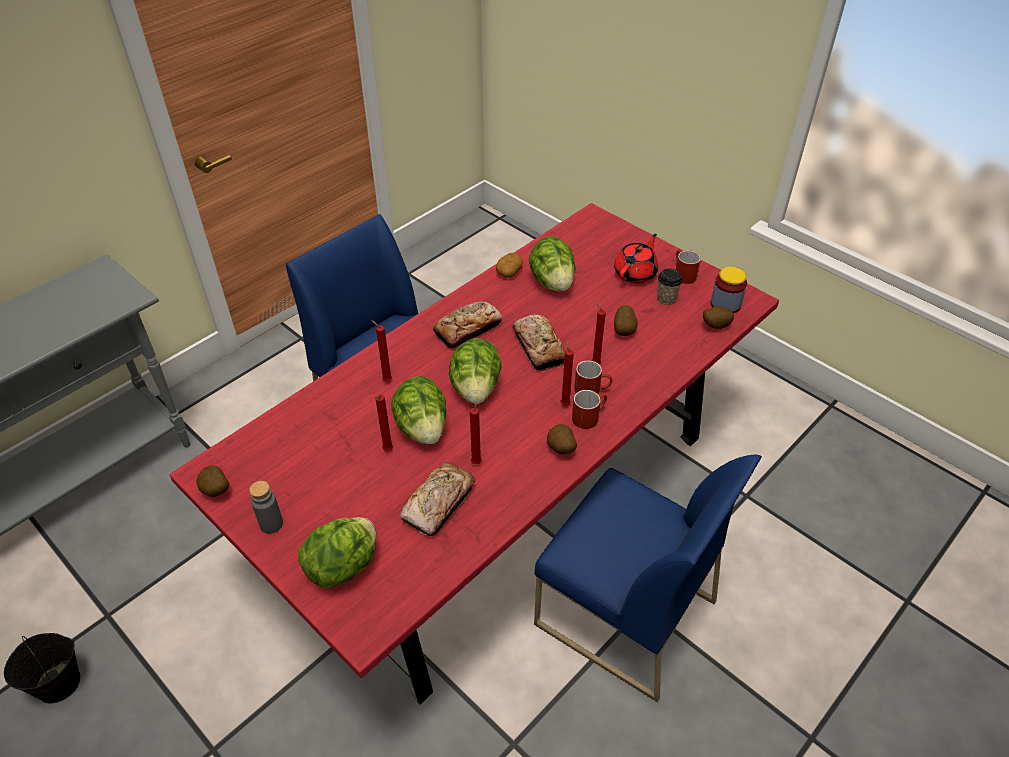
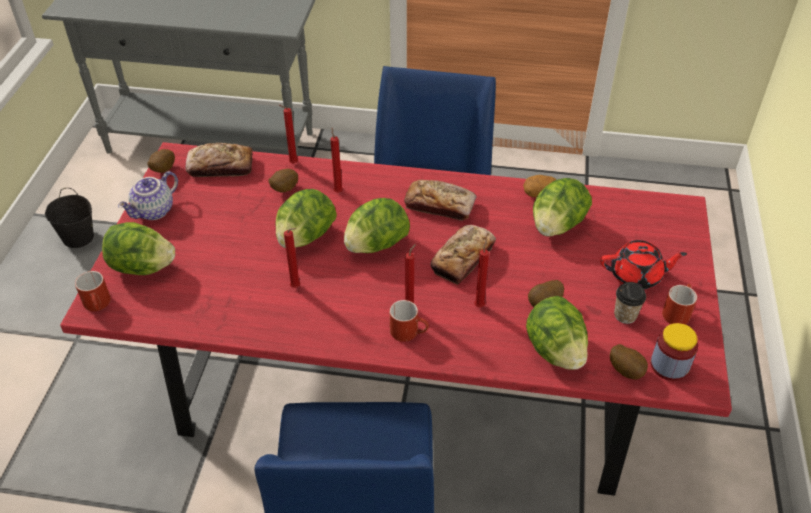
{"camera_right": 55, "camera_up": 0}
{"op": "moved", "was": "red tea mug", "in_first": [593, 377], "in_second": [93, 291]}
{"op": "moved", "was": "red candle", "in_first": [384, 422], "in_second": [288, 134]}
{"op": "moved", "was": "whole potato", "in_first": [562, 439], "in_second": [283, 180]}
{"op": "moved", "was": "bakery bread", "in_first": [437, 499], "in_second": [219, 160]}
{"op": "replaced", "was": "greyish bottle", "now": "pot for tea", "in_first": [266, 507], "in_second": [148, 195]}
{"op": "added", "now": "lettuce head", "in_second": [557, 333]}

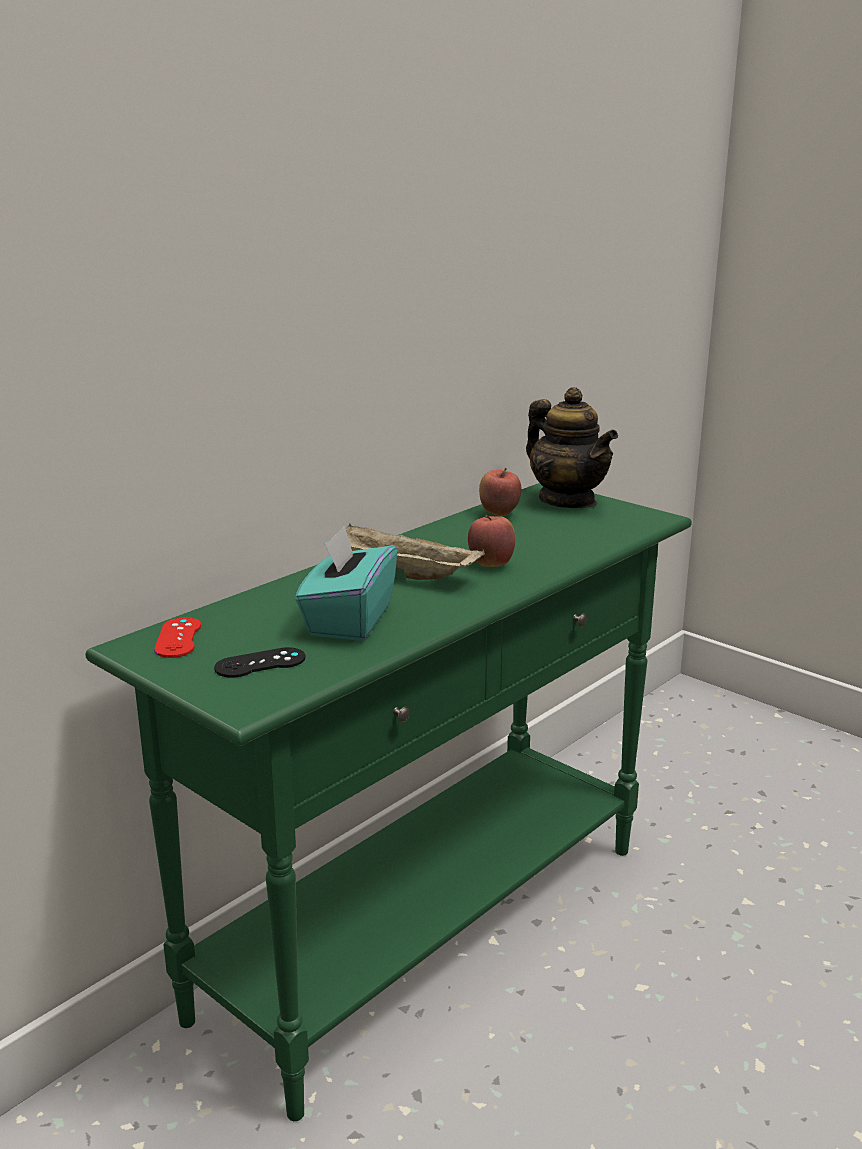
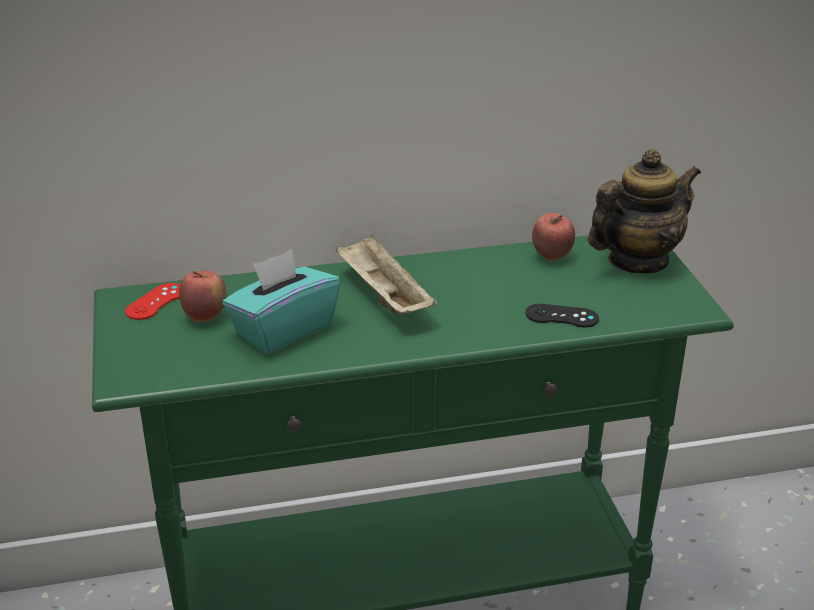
{"camera_right": 35, "camera_up": 10}
{"op": "turned", "was": "pot for tea", "in_first": [572, 447], "in_second": [644, 211], "clockwise": -120}
{"op": "moved", "was": "apple", "in_first": [491, 541], "in_second": [202, 296]}
{"op": "moved", "was": "black-coloured game controller", "in_first": [260, 662], "in_second": [562, 315]}

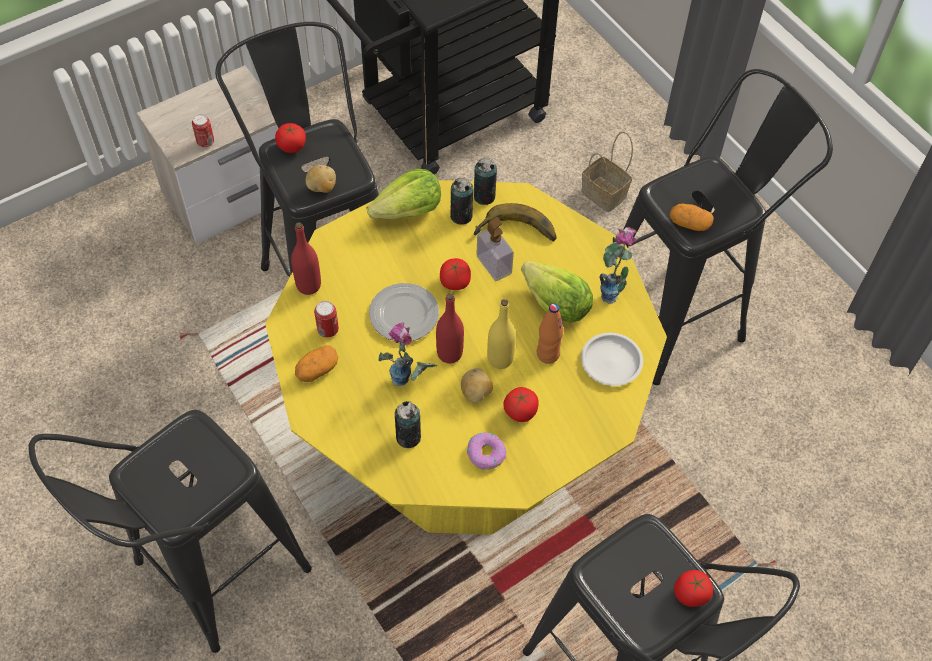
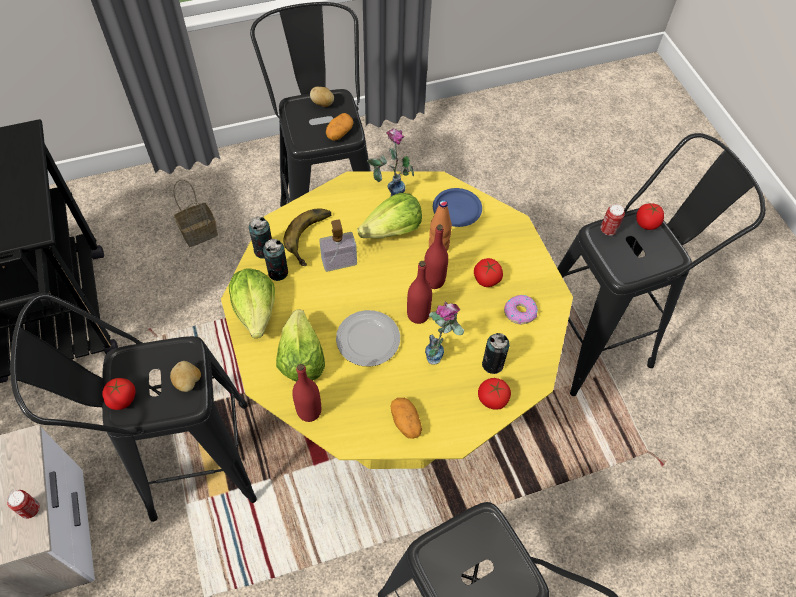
{"camera_right": -75, "camera_up": 0}
{"op": "moved", "was": "fresh tomato", "in_first": [455, 274], "in_second": [494, 394]}
{"op": "recoloured", "was": "yellowish bottle", "now": "red bottle", "in_first": [501, 334], "in_second": [436, 257]}
{"op": "moved", "was": "can", "in_first": [326, 319], "in_second": [613, 220]}
{"op": "recoloured", "was": "white flat dish", "now": "blue-coloured flat dish", "in_first": [612, 359], "in_second": [457, 207]}
{"op": "moved", "was": "whole potato", "in_first": [477, 385], "in_second": [322, 97]}
{"op": "added", "now": "lettuce head", "in_second": [300, 346]}

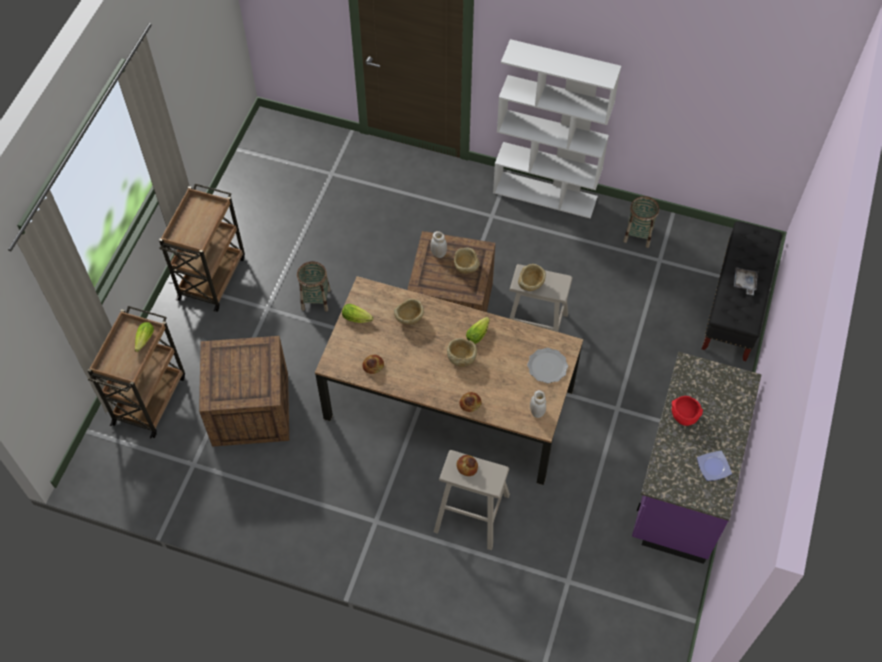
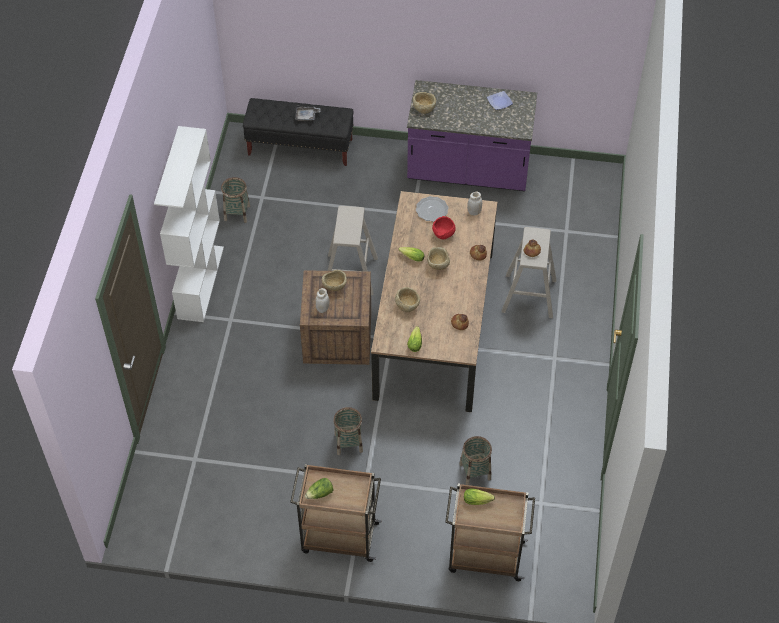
{"camera_right": -100, "camera_up": -5}
{"op": "moved", "was": "sand-coloured bowl", "in_first": [532, 277], "in_second": [424, 103]}
{"op": "replaced", "was": "crate", "now": "household basket", "in_first": [244, 391], "in_second": [475, 460]}
{"op": "moved", "was": "red bowl", "in_first": [687, 411], "in_second": [444, 227]}
{"op": "added", "now": "lettuce head", "in_second": [319, 488]}

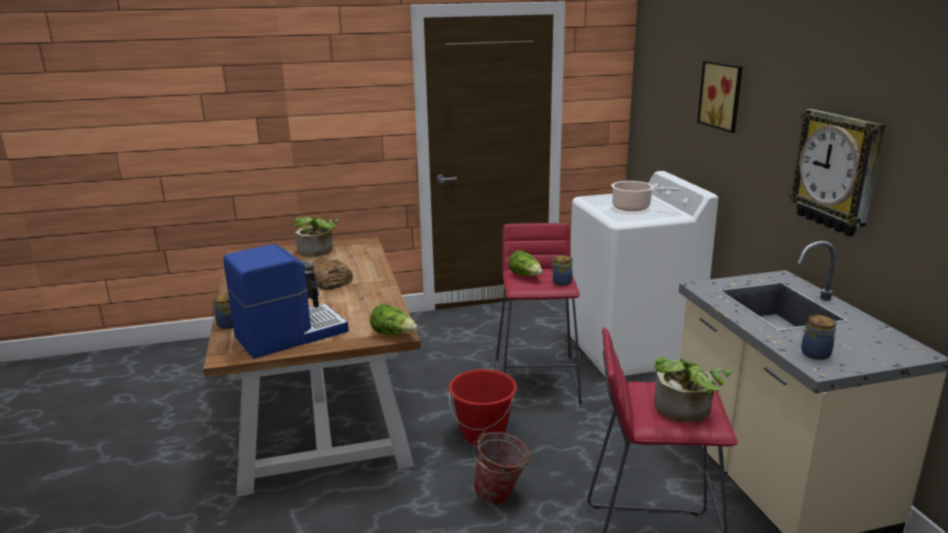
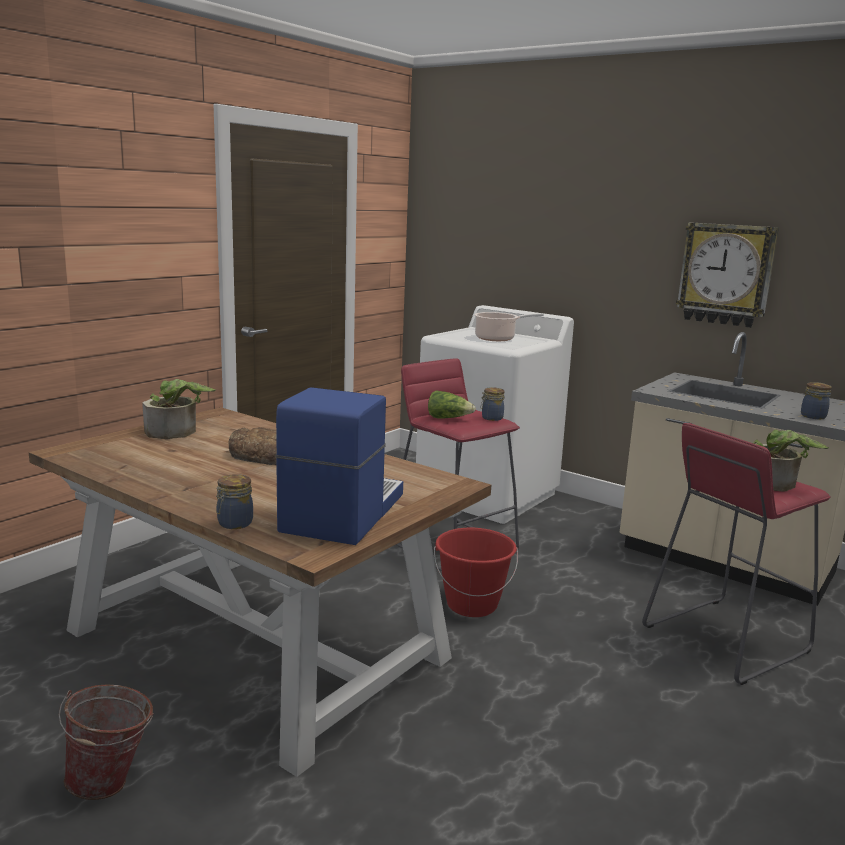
{"camera_right": -40, "camera_up": -5}
{"op": "removed", "was": "wall art", "in_first": [720, 97]}
{"op": "removed", "was": "lettuce head", "in_first": [393, 319]}
{"op": "moved", "was": "pail", "in_first": [501, 467], "in_second": [106, 742]}

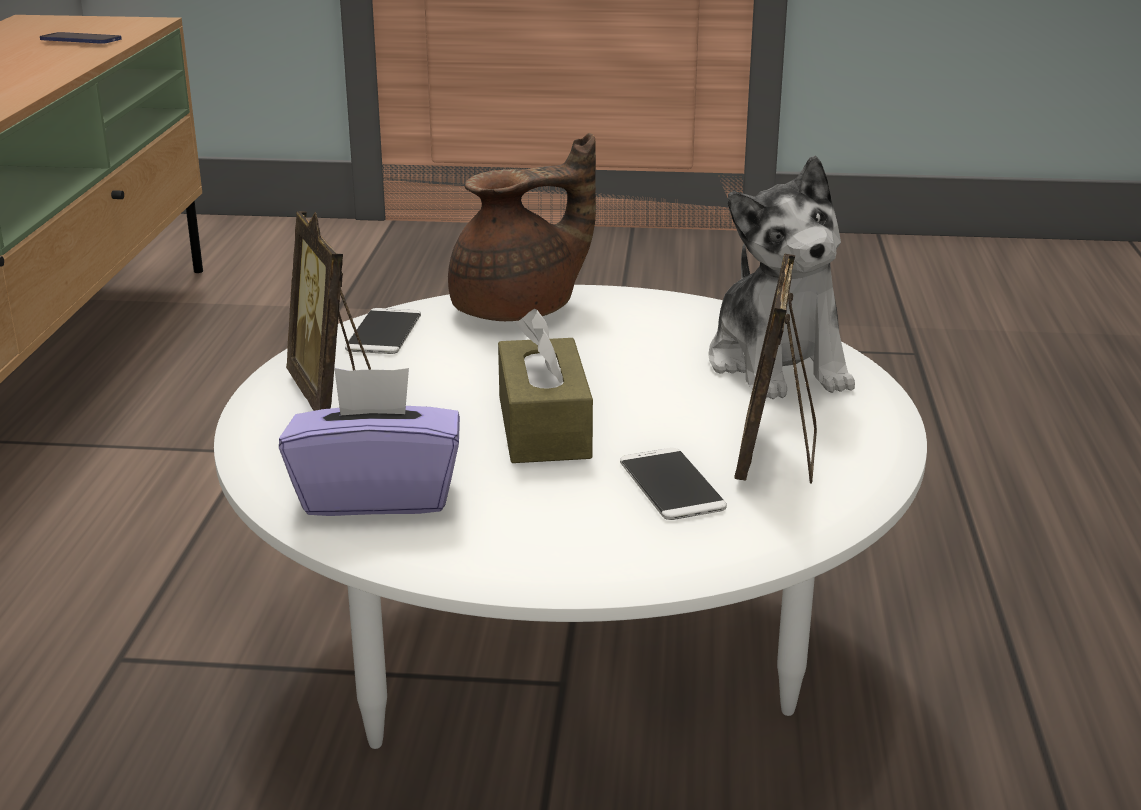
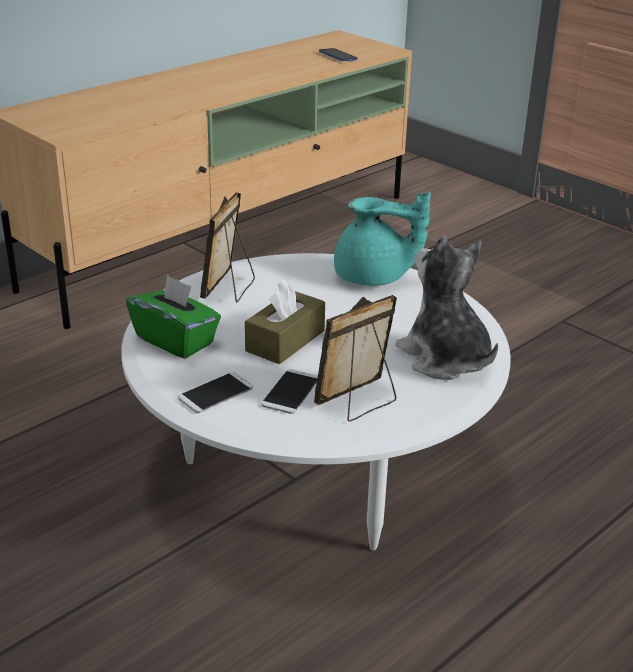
{"camera_right": 40, "camera_up": 5}
{"op": "recoloured", "was": "brown-coloured pot for tea", "now": "turquoise pot for tea", "in_first": [522, 227], "in_second": [382, 239]}
{"op": "turned", "was": "plush toy", "in_first": [781, 277], "in_second": [446, 307], "clockwise": 120}
{"op": "moved", "was": "telephone", "in_first": [383, 331], "in_second": [215, 392]}
{"op": "recoloured", "was": "purple-coloured tissue holder", "now": "greenish tissue holder", "in_first": [369, 442], "in_second": [173, 317]}

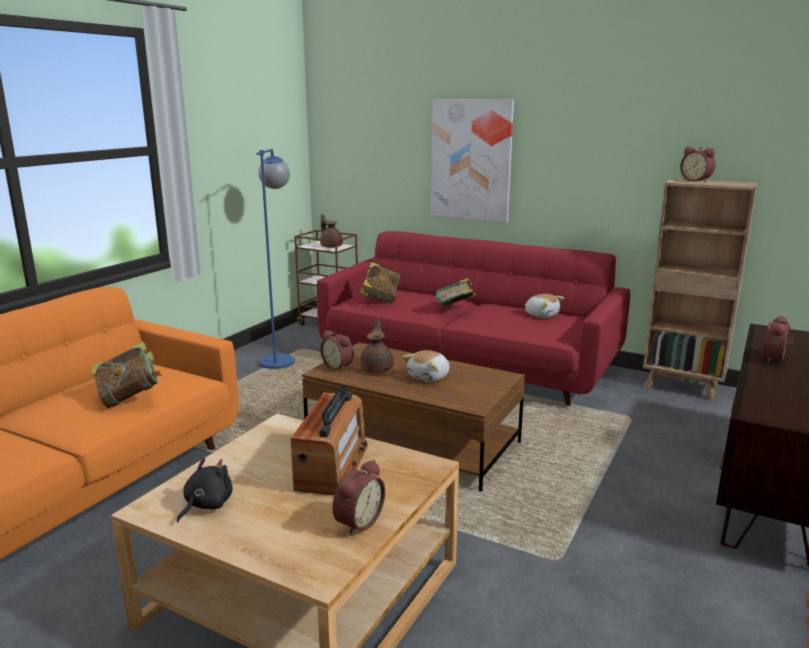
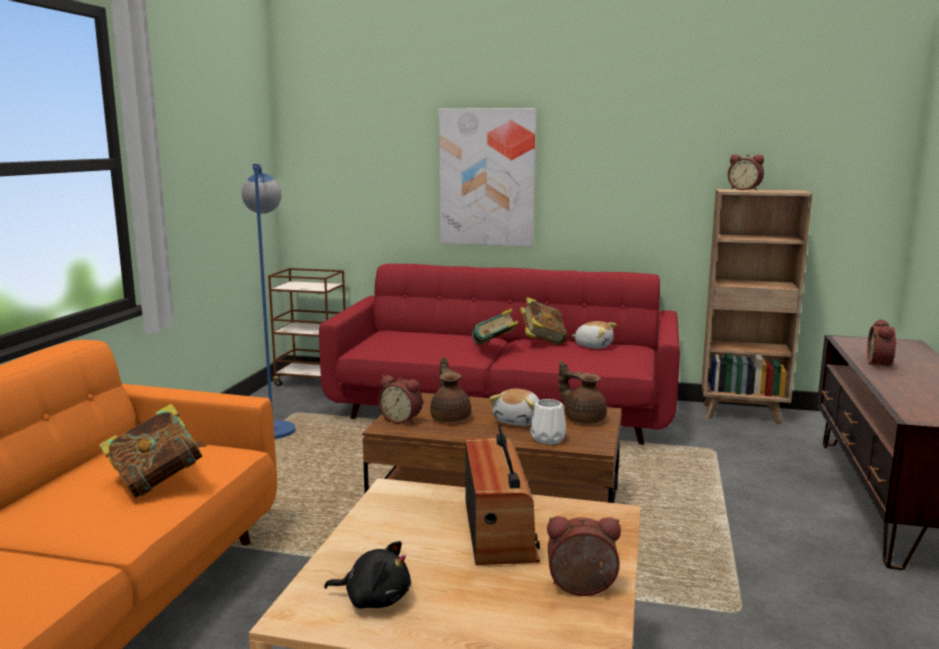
{"camera_right": -15, "camera_up": -5}
{"op": "moved", "was": "brown-coloured pot for tea", "in_first": [331, 231], "in_second": [583, 392]}
{"op": "moved", "was": "volume", "in_first": [380, 283], "in_second": [543, 321]}
{"op": "turned", "was": "black-coloured plush toy", "in_first": [205, 490], "in_second": [367, 575], "clockwise": 90}
{"op": "turned", "was": "bedside clock", "in_first": [358, 498], "in_second": [584, 556], "clockwise": -105}
{"op": "added", "now": "white decorative vase", "in_second": [548, 421]}

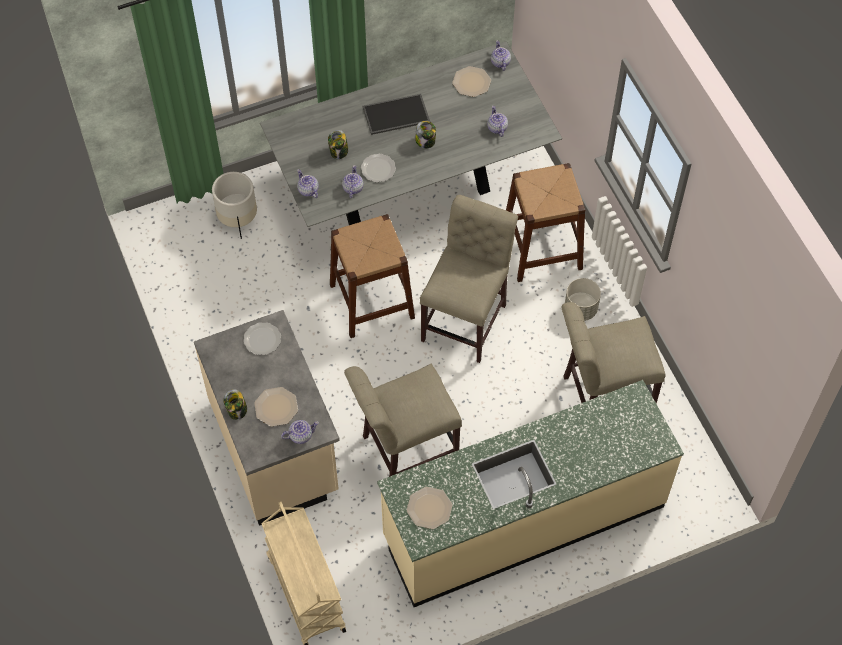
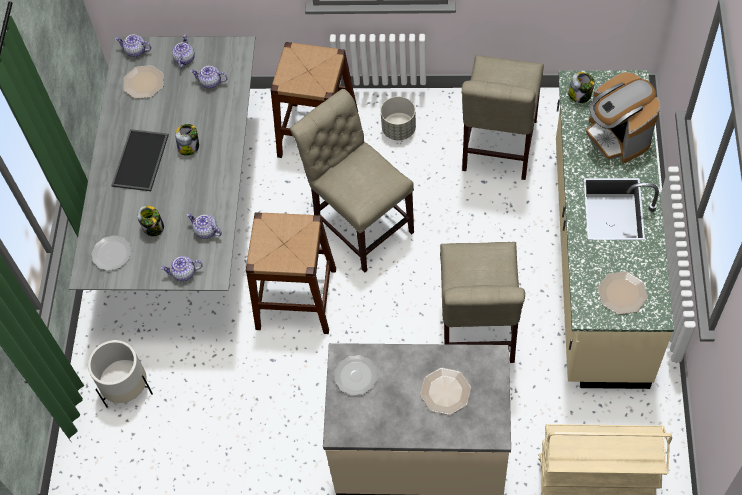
{"camera_right": -60, "camera_up": 0}
{"op": "moved", "was": "flat dish", "in_first": [378, 168], "in_second": [111, 253]}
{"op": "moved", "was": "storage jar", "in_first": [235, 404], "in_second": [581, 87]}
{"op": "moved", "was": "pot for tea", "in_first": [300, 432], "in_second": [183, 51]}
{"op": "added", "now": "coffee machine", "in_second": [623, 117]}

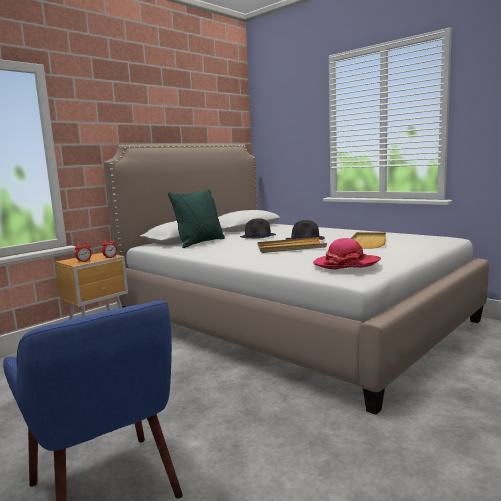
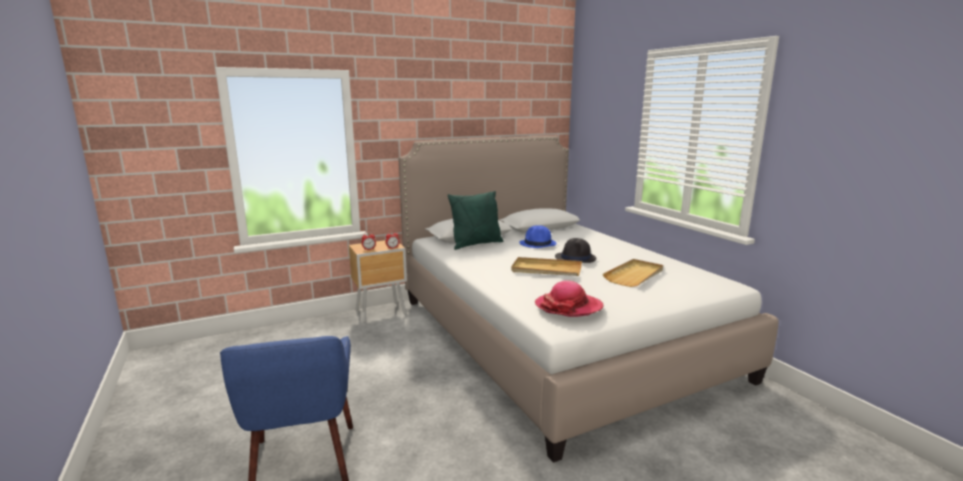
{"camera_right": 20, "camera_up": 5}
{"op": "recoloured", "was": "black-coloured clothing hat", "now": "blue-coloured clothing hat", "in_first": [258, 228], "in_second": [537, 236]}

